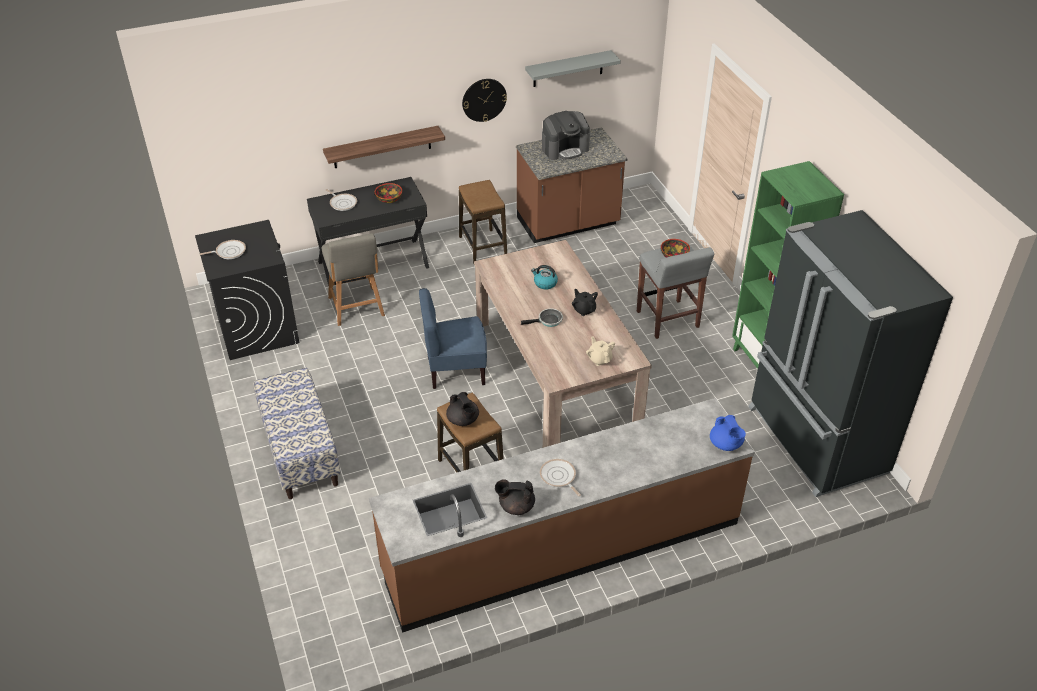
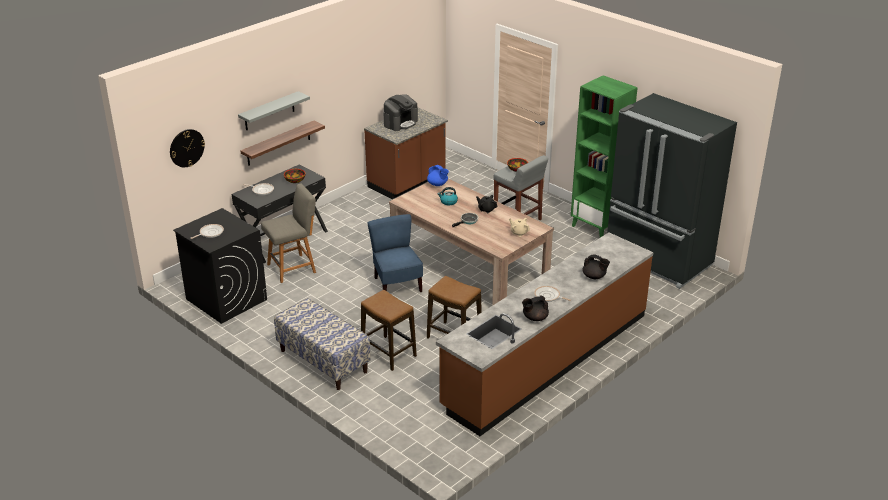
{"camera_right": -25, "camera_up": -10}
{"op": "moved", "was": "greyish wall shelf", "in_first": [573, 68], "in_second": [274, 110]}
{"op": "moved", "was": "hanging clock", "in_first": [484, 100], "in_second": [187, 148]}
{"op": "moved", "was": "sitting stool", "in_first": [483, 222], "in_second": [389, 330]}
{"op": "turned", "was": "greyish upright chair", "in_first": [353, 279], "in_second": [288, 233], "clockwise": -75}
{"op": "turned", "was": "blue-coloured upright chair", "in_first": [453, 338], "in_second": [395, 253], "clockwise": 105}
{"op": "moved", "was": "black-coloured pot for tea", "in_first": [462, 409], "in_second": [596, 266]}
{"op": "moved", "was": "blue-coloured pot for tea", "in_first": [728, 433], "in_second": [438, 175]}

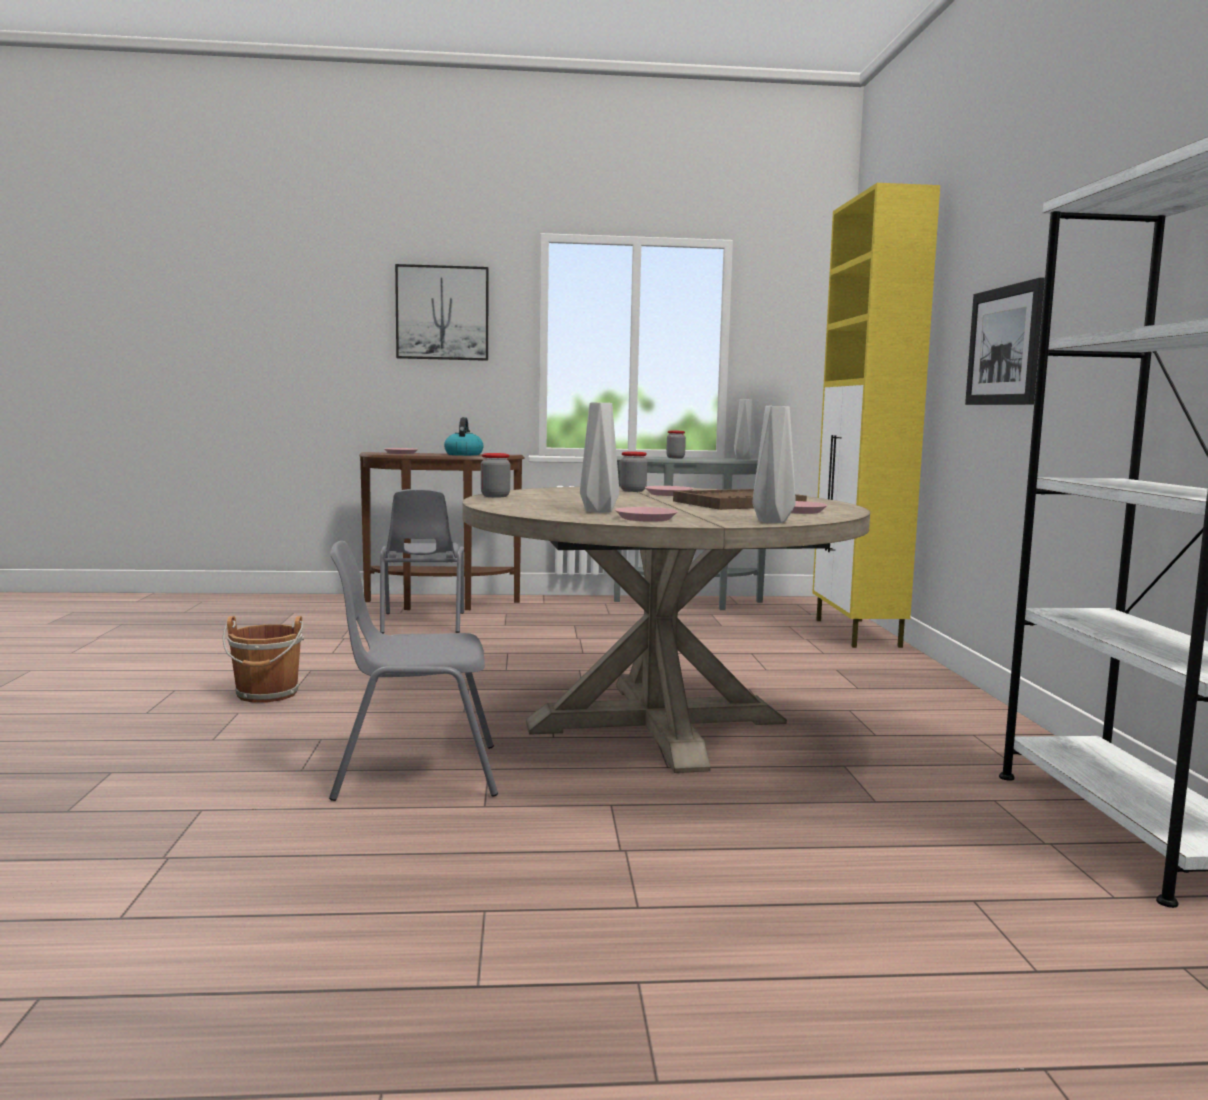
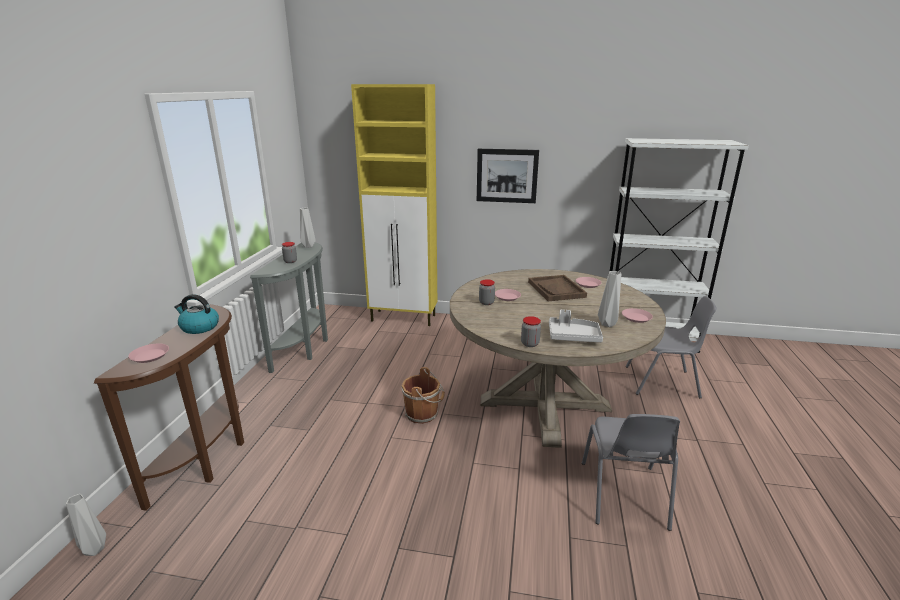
{"camera_right": -75, "camera_up": 15}
{"op": "removed", "was": "wall art", "in_first": [442, 312]}
{"op": "moved", "was": "greyish decorative vase", "in_first": [774, 464], "in_second": [86, 525]}
{"op": "moved", "was": "greyish upright chair", "in_first": [422, 561], "in_second": [671, 347]}
{"op": "moved", "was": "brown-coloured pail", "in_first": [263, 659], "in_second": [423, 395]}
{"op": "added", "now": "greyish serving tray", "in_second": [576, 326]}

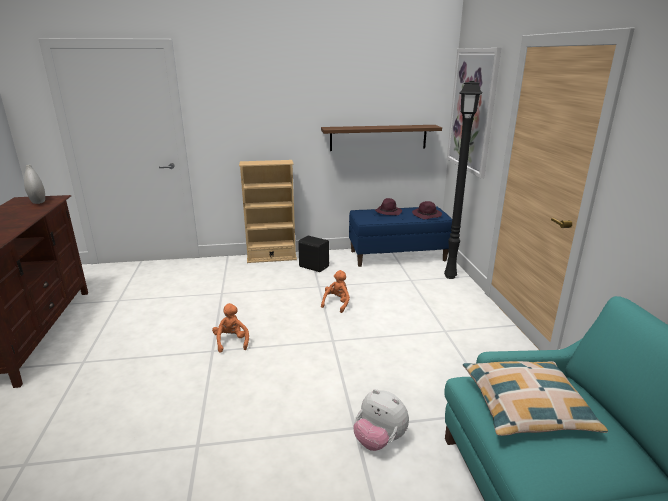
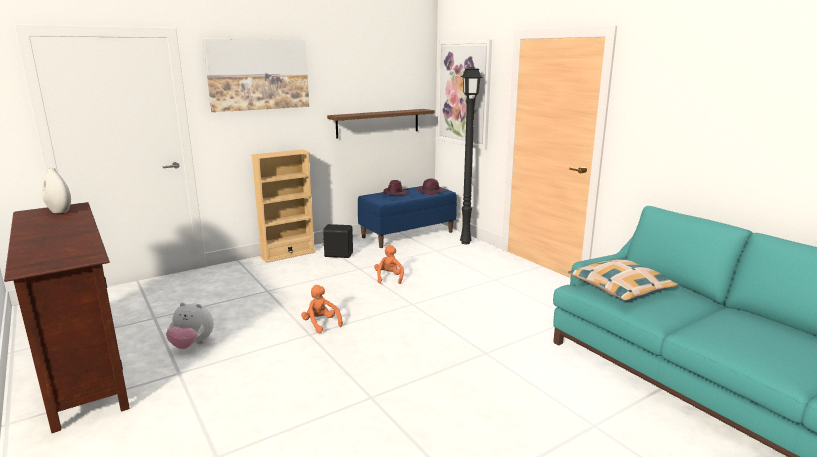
{"camera_right": -25, "camera_up": -5}
{"op": "moved", "was": "plush toy", "in_first": [381, 420], "in_second": [190, 325]}
{"op": "added", "now": "wall art", "in_second": [256, 75]}

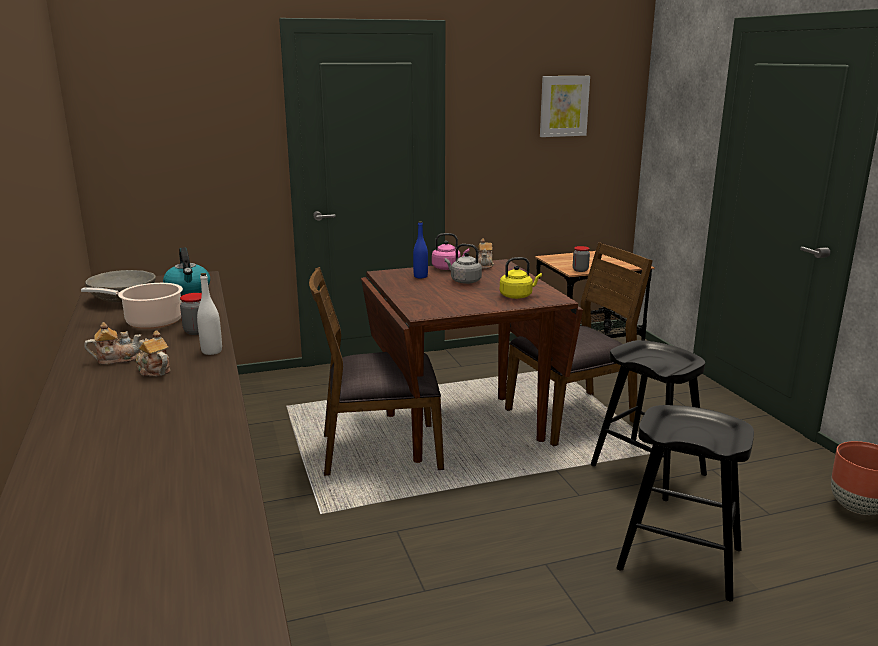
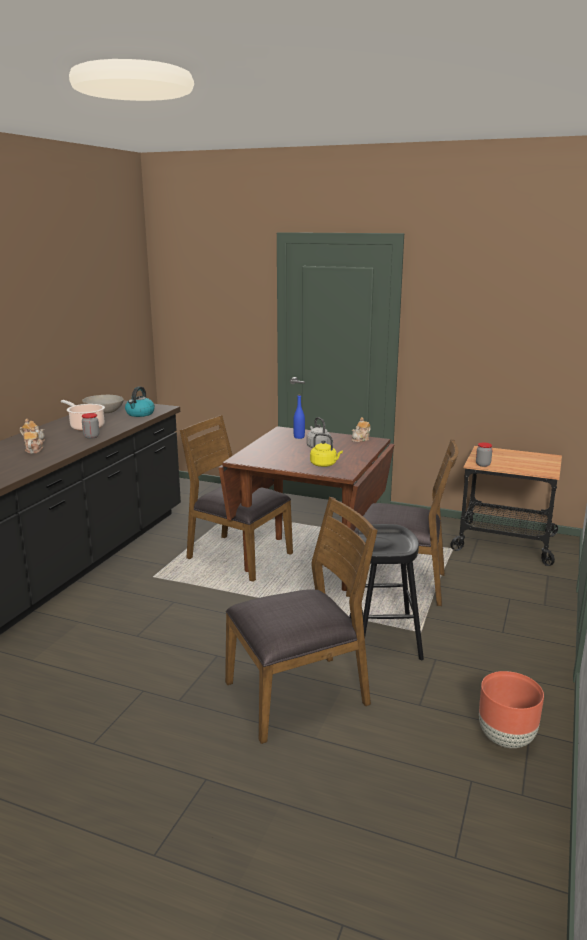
{"camera_right": 40, "camera_up": 0}
{"op": "removed", "was": "wall art", "in_first": [565, 106]}
{"op": "removed", "was": "pinkish water kettle", "in_first": [450, 251]}
{"op": "removed", "was": "white bottle", "in_first": [209, 314]}
{"op": "replaced", "was": "black-coloured sitting stool", "now": "brown-coloured upright chair", "in_first": [685, 503], "in_second": [301, 620]}

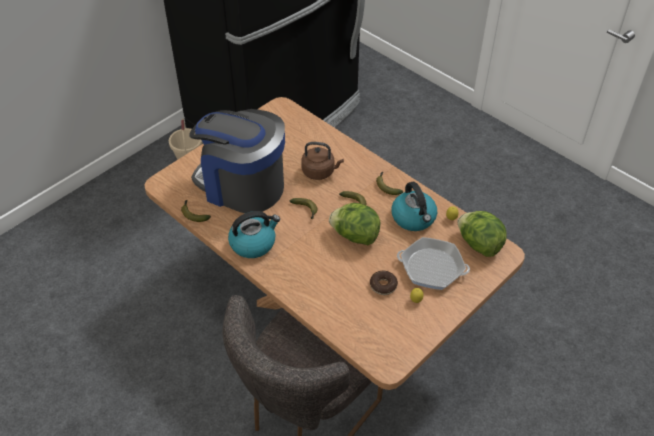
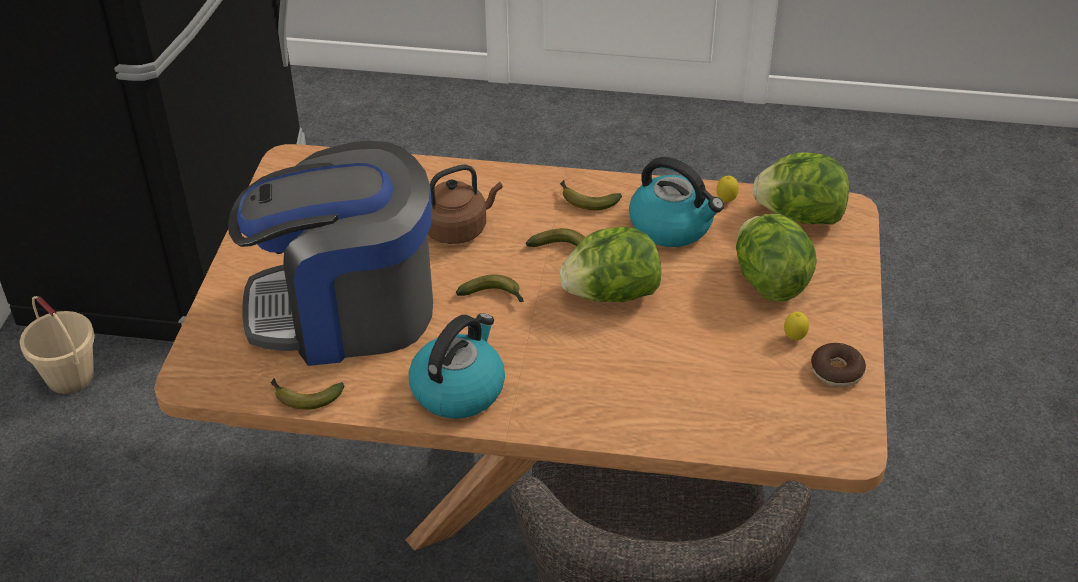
{"camera_right": -35, "camera_up": -5}
{"op": "replaced", "was": "pan", "now": "lettuce head", "in_first": [433, 263], "in_second": [776, 258]}
{"op": "moved", "was": "donut", "in_first": [384, 283], "in_second": [838, 365]}

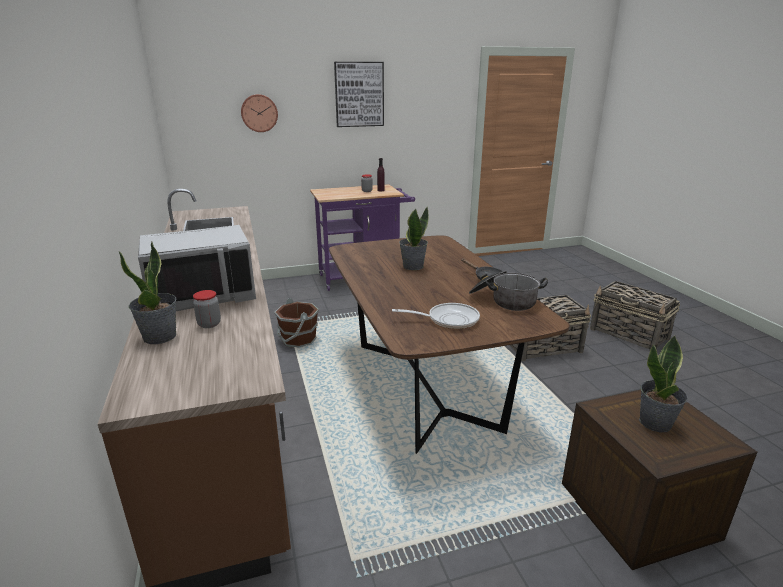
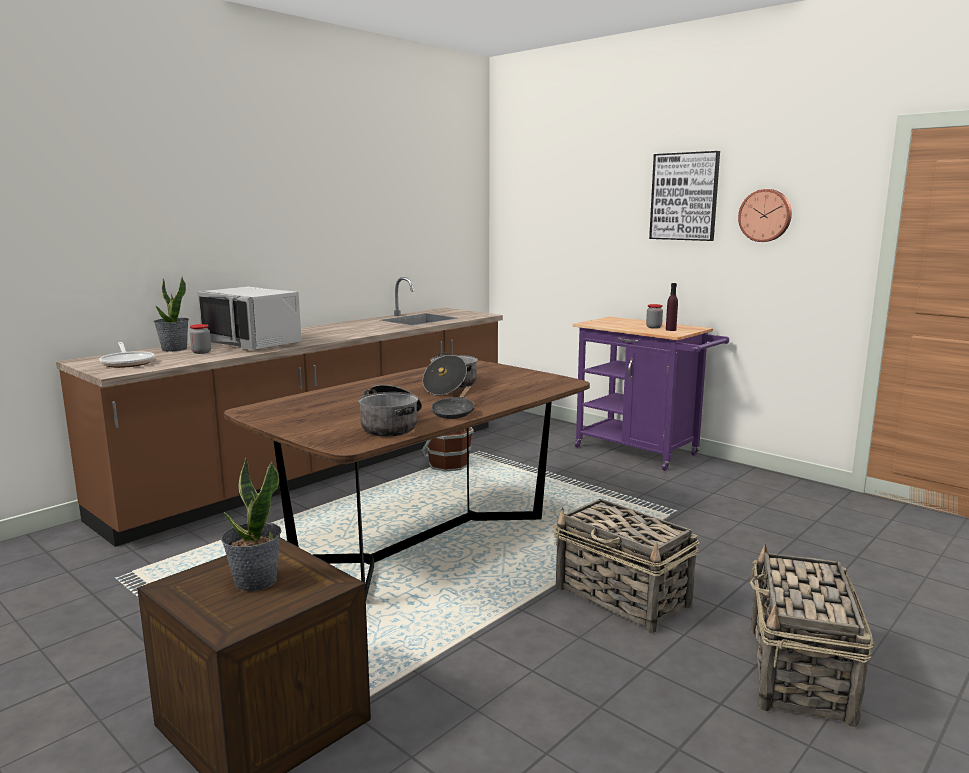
{"camera_right": 60, "camera_up": -10}
{"op": "moved", "was": "hanging clock", "in_first": [259, 113], "in_second": [765, 215]}
{"op": "replaced", "was": "houseplant", "now": "cooking pot", "in_first": [414, 238], "in_second": [450, 373]}
{"op": "moved", "was": "pan", "in_first": [436, 316], "in_second": [127, 355]}

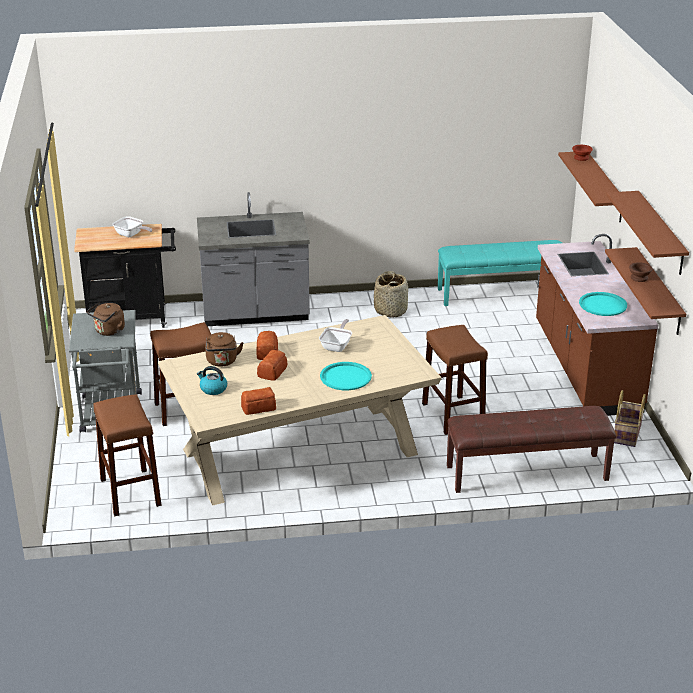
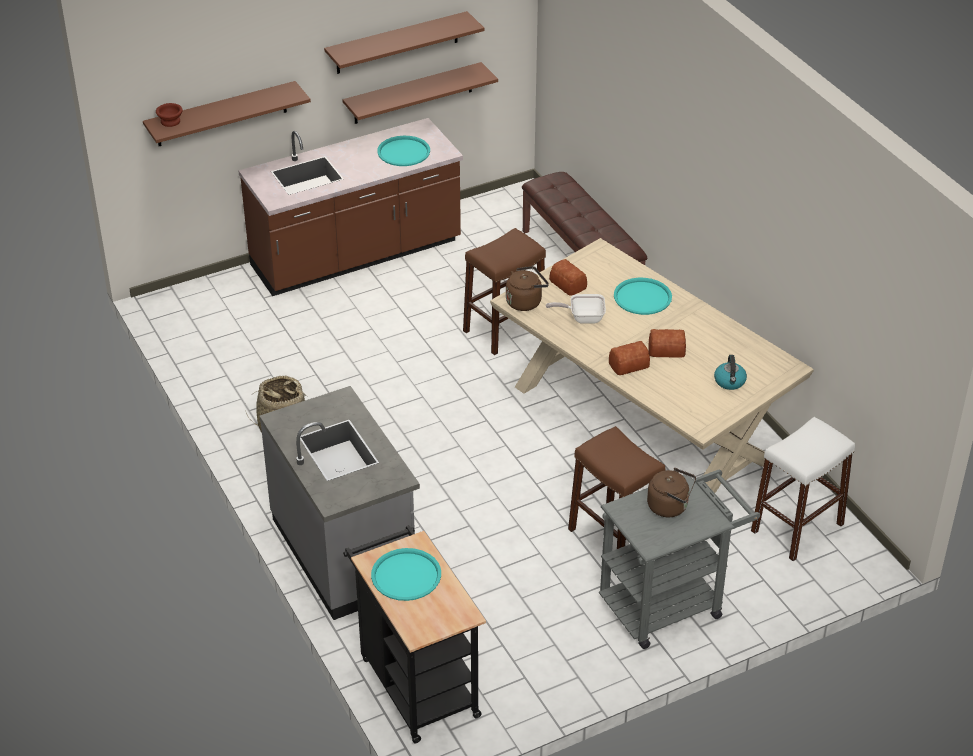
{"camera_right": -110, "camera_up": 10}
{"op": "replaced", "was": "pan", "now": "turquoise serving tray", "in_first": [132, 226], "in_second": [406, 574]}
{"op": "removed", "was": "turquoise indoor bench", "in_first": [500, 273]}
{"op": "removed", "was": "brown-coloured bowl", "in_first": [641, 272]}
{"op": "moved", "was": "brown-coloured water kettle", "in_first": [224, 349], "in_second": [527, 288]}
{"op": "moved", "was": "bakery bread", "in_first": [258, 401], "in_second": [568, 277]}
{"op": "removed", "was": "household basket", "in_first": [630, 418]}
{"op": "recoloured", "was": "brown-coloured sitting stool", "now": "white sitting stool", "in_first": [128, 455], "in_second": [803, 489]}

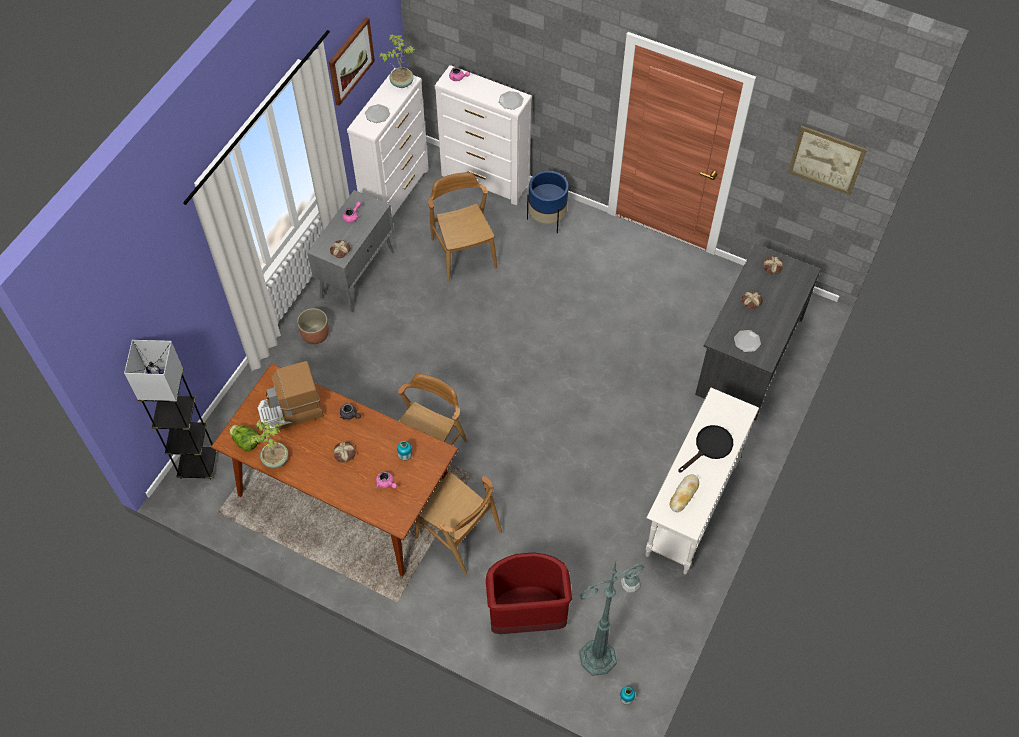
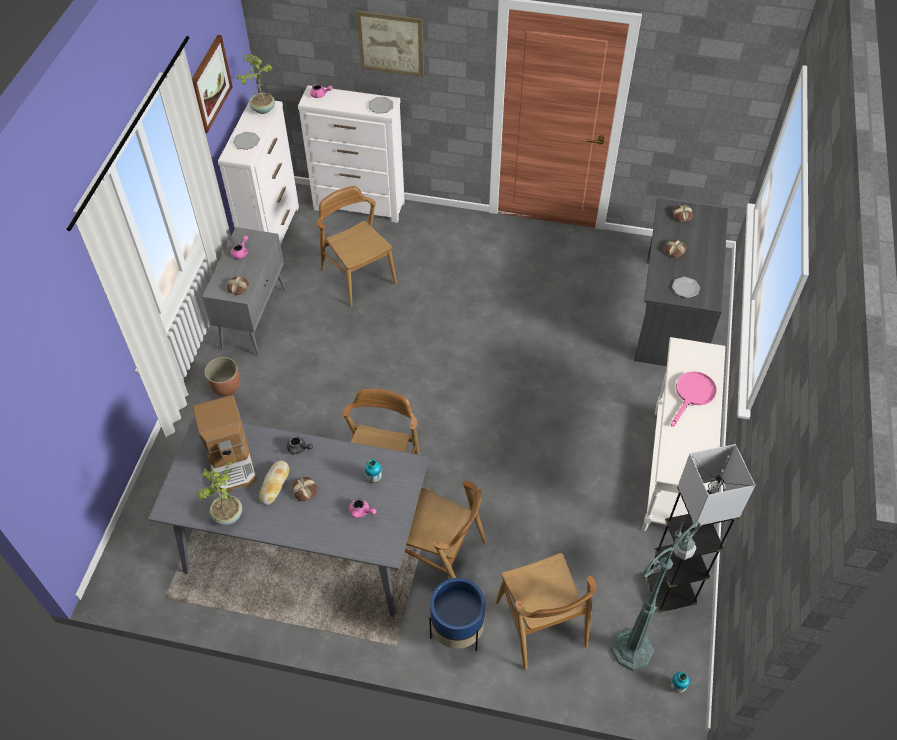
{"camera_right": -15, "camera_up": -5}
{"op": "moved", "was": "wall art", "in_first": [827, 160], "in_second": [390, 44]}
{"op": "moved", "was": "blue-coloured flower pot", "in_first": [547, 202], "in_second": [457, 614]}
{"op": "moved", "was": "greyish floor lamp", "in_first": [170, 410], "in_second": [700, 528]}
{"op": "turned", "was": "coffee machine", "in_first": [290, 395], "in_second": [225, 443], "clockwise": -75}
{"op": "recoloured", "was": "brown-coloured dining table", "now": "greyish dining table", "in_first": [334, 470], "in_second": [288, 515]}
{"op": "removed", "was": "lettuce head", "in_first": [244, 438]}
{"op": "recoloured", "was": "black-coloured pan", "now": "pinkish pan", "in_first": [705, 449], "in_second": [694, 399]}
{"op": "moved", "was": "bakery bread", "in_first": [684, 493], "in_second": [274, 483]}
{"op": "replaced", "was": "red trash can", "now": "brown-coloured upright chair", "in_first": [529, 593], "in_second": [546, 611]}

